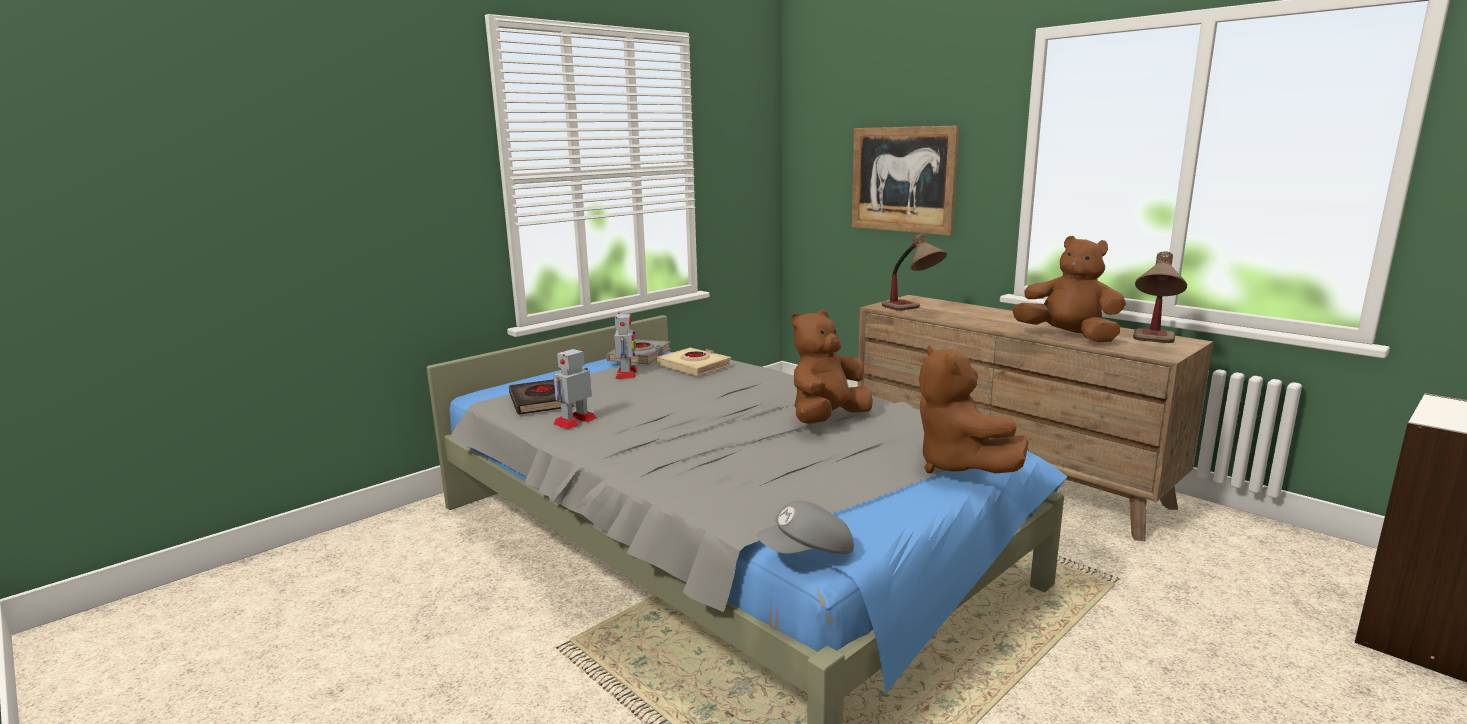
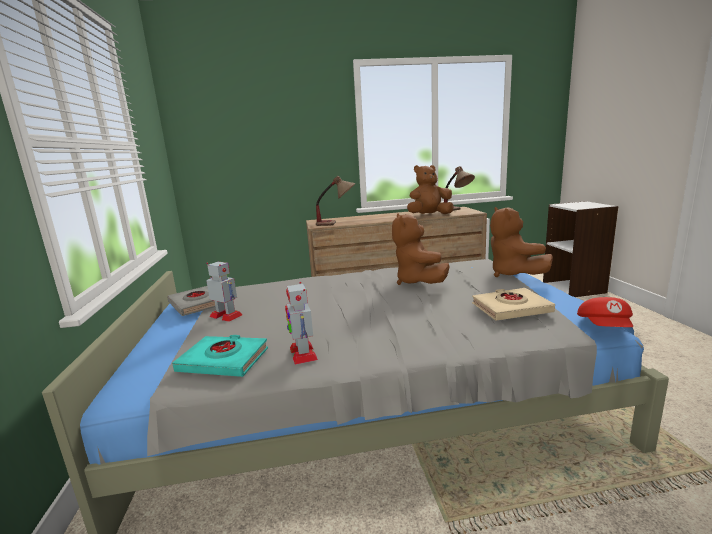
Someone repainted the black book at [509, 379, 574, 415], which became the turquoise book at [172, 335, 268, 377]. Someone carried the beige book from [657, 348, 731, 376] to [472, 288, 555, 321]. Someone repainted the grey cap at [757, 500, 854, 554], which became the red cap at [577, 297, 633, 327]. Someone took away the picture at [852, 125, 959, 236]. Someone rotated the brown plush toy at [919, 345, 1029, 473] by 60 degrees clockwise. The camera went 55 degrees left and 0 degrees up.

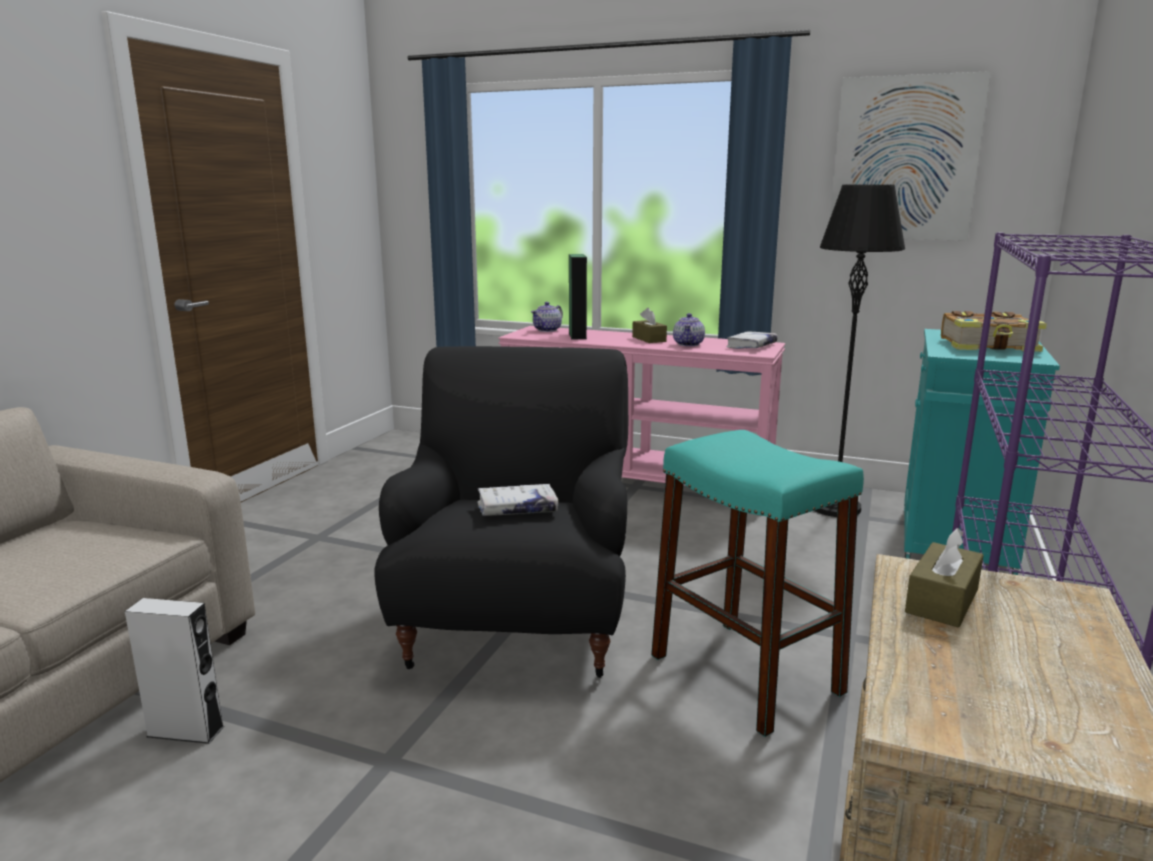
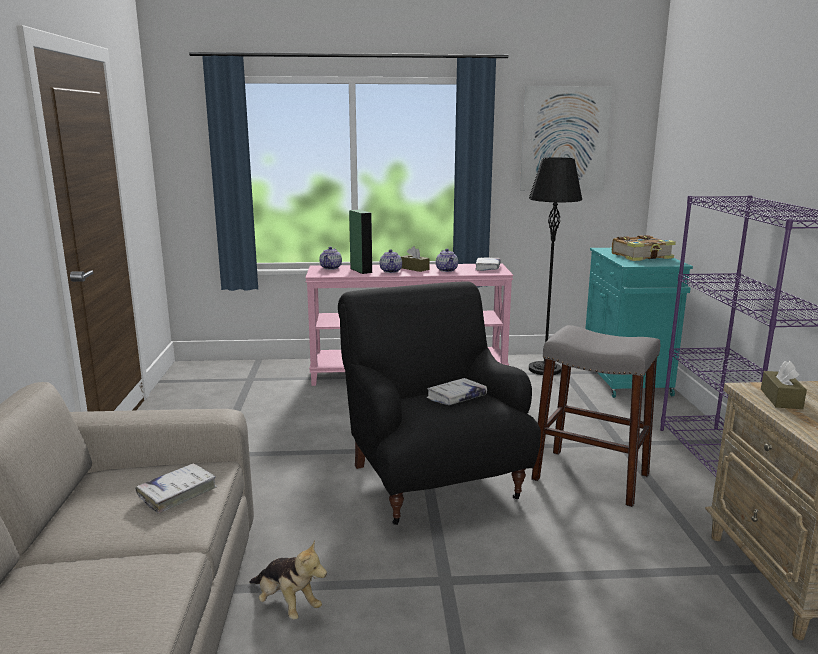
Someone swapped the grey speaker at [125, 598, 225, 744] for the plush toy at [249, 540, 327, 620]. Someone repainted the turquoise stool at [651, 430, 864, 737], which became the grey stool at [531, 325, 660, 507]. Someone put down the white book at [136, 463, 217, 514]. Someone put down the teapot at [380, 249, 402, 273]. The camera went 25 degrees left and 0 degrees up.

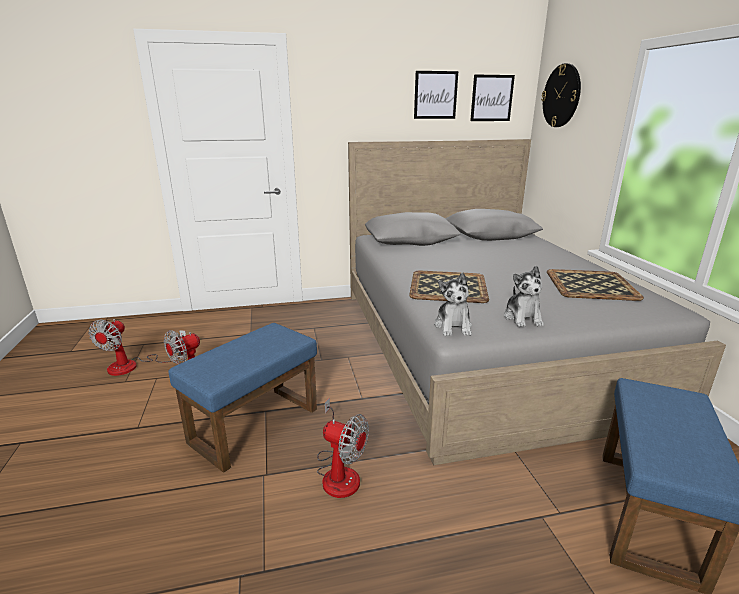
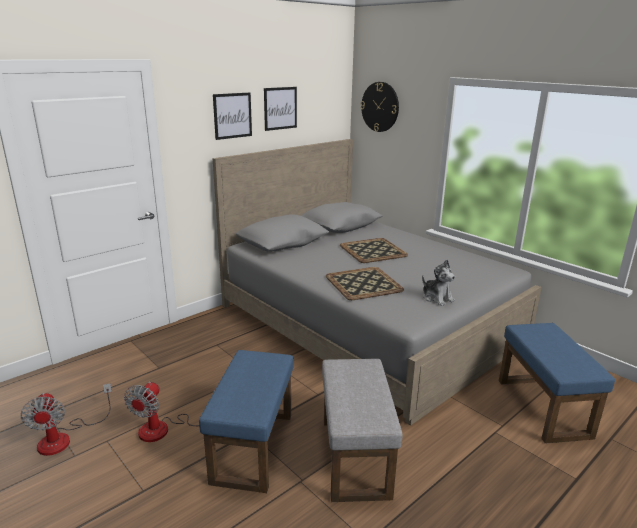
Someone swapped the fan at [317, 398, 369, 498] for the grey ottoman at [322, 359, 403, 502]. Someone took away the plush toy at [434, 272, 472, 336]. Someone carried the picture from [470, 75, 515, 121] to [213, 93, 252, 140]. Someone carried the tray from [547, 269, 644, 301] to [340, 238, 408, 263]. The camera went 30 degrees left and 0 degrees up.

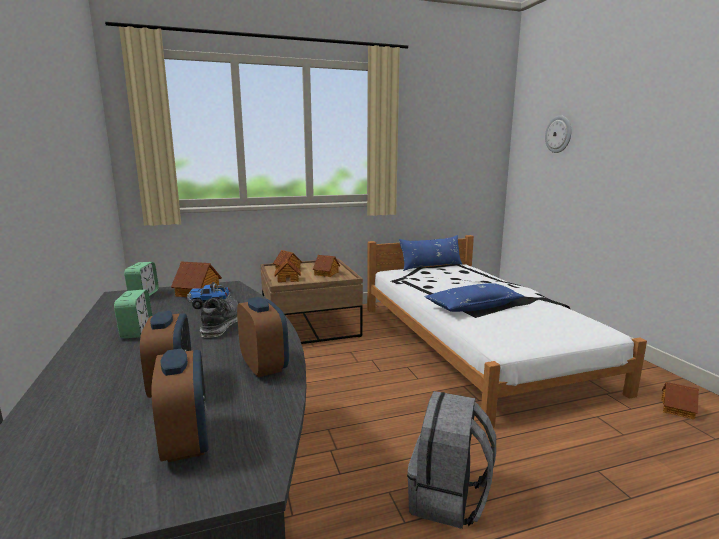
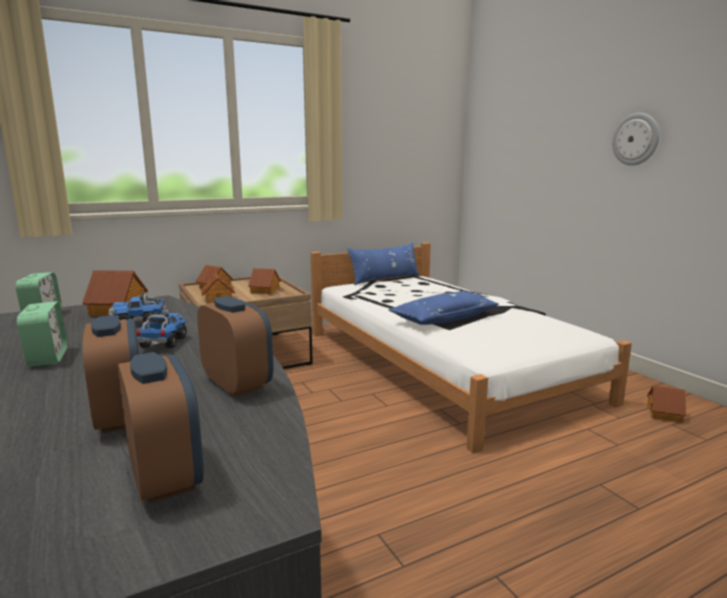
Someone swapped the shoe at [200, 297, 238, 338] for the toy truck at [136, 313, 187, 348]. Someone took away the grey backpack at [407, 391, 496, 529]. Someone carried the wall clock from [545, 115, 571, 153] to [612, 113, 659, 166]. The camera went 10 degrees left and 0 degrees up.

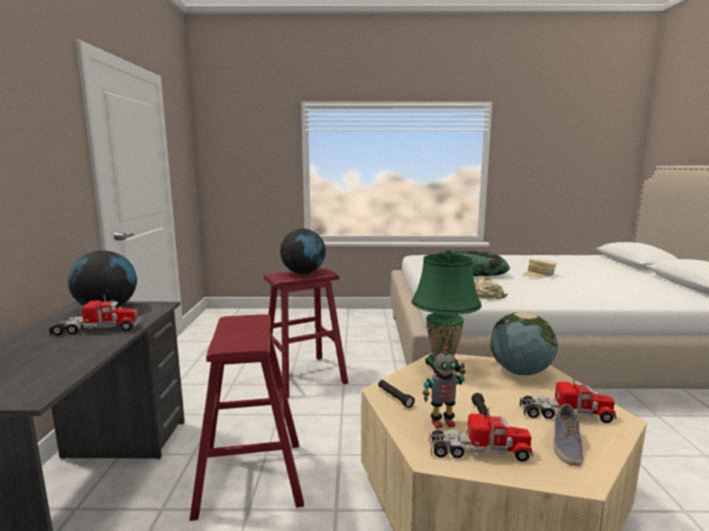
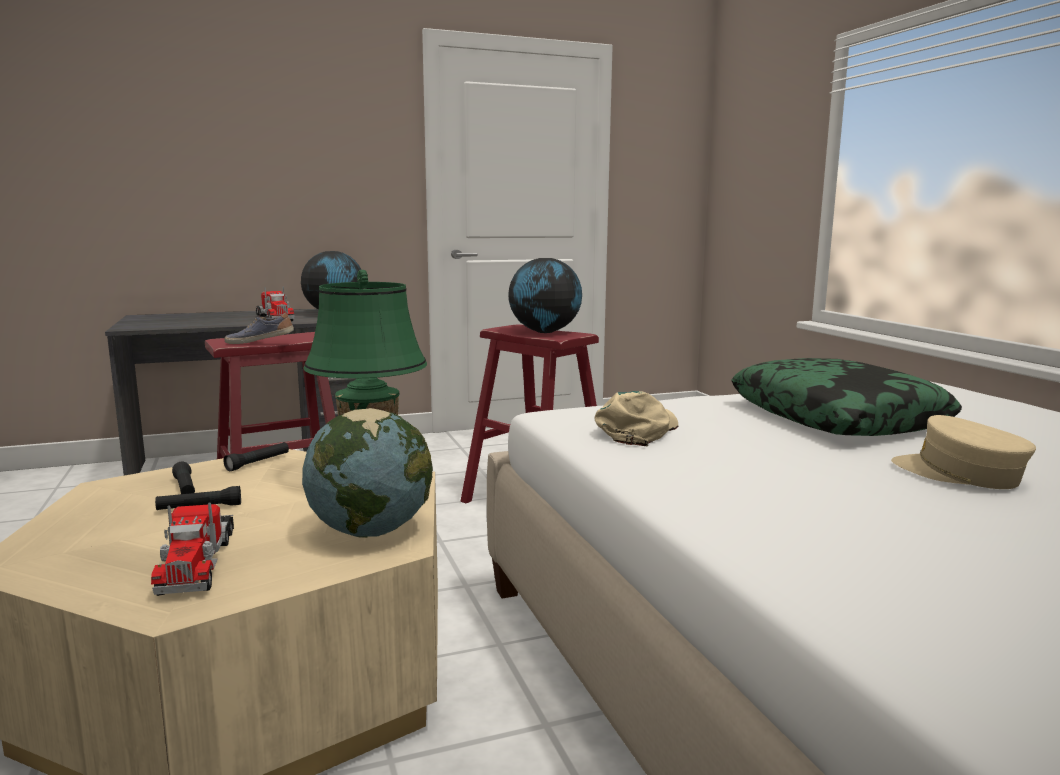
Someone swapped the toy robot at [423, 346, 466, 428] for the black flashlight at [172, 462, 195, 494]. Someone took away the toy truck at [429, 407, 534, 462]. Someone carried the shoe from [553, 404, 583, 466] to [224, 313, 294, 344]. The camera went 70 degrees right and 0 degrees up.

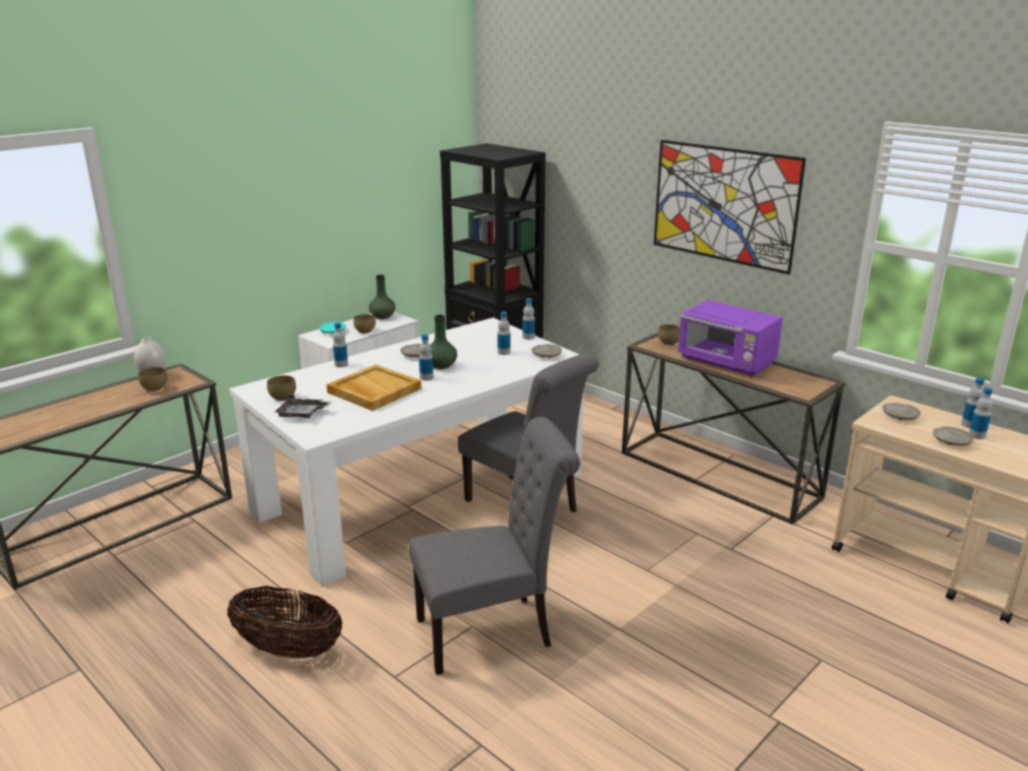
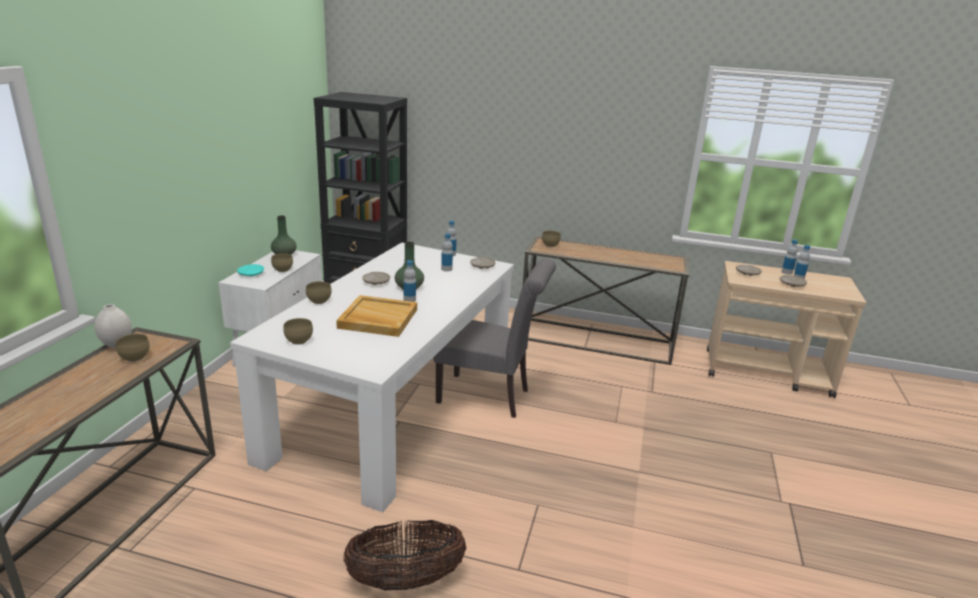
Someone took away the grey tray at [275, 395, 331, 419]. Someone swapped the bottle at [333, 323, 348, 367] for the brown bowl at [306, 281, 332, 304]. Someone took away the grey chair at [409, 417, 581, 675]. Someone took away the picture at [654, 140, 806, 275]. Someone took away the purple microwave at [678, 300, 783, 377]. The camera went 30 degrees left and 0 degrees up.

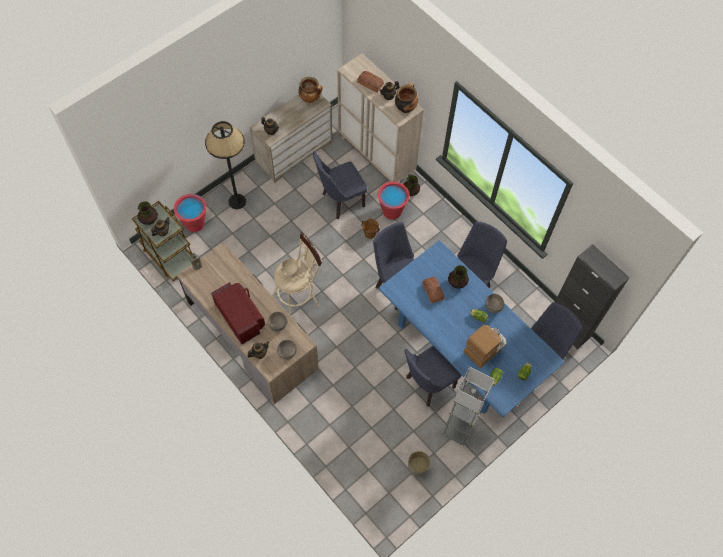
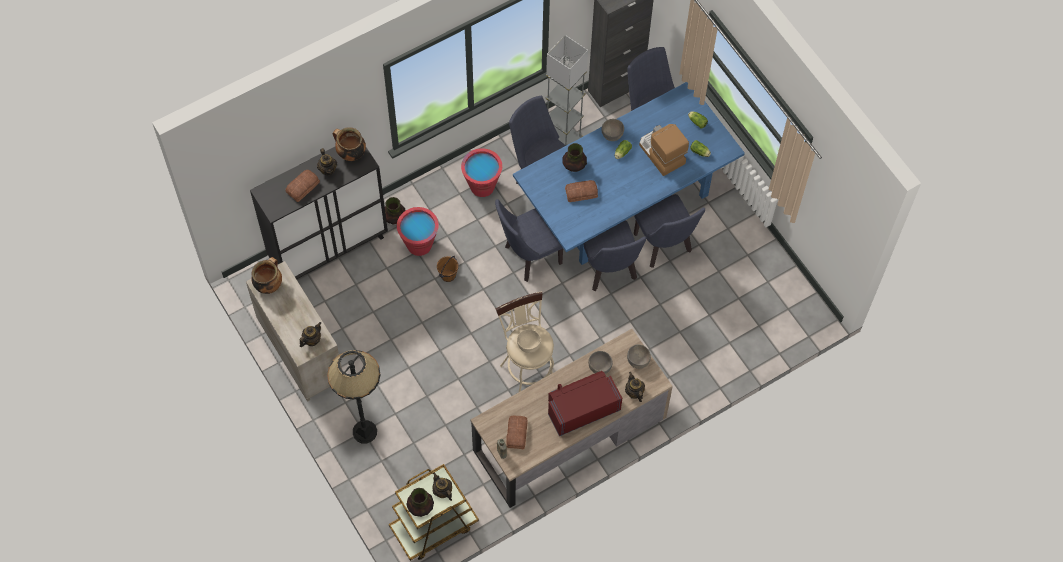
Someone carried the red bucket from [174, 194, 206, 232] to [461, 148, 502, 197]. Someone carried the blue chair from [313, 151, 367, 219] to [583, 220, 646, 291]. Someone repainted the beige cabinet at [337, 54, 424, 182], which became the black cabinet at [250, 147, 388, 280]. Someone took away the grey planter at [408, 451, 430, 477]. Someone carried the grey floor lamp from [442, 367, 495, 446] to [545, 35, 588, 145]. Someone put down the bread at [507, 416, 528, 449]. The camera went 80 degrees left and 0 degrees up.

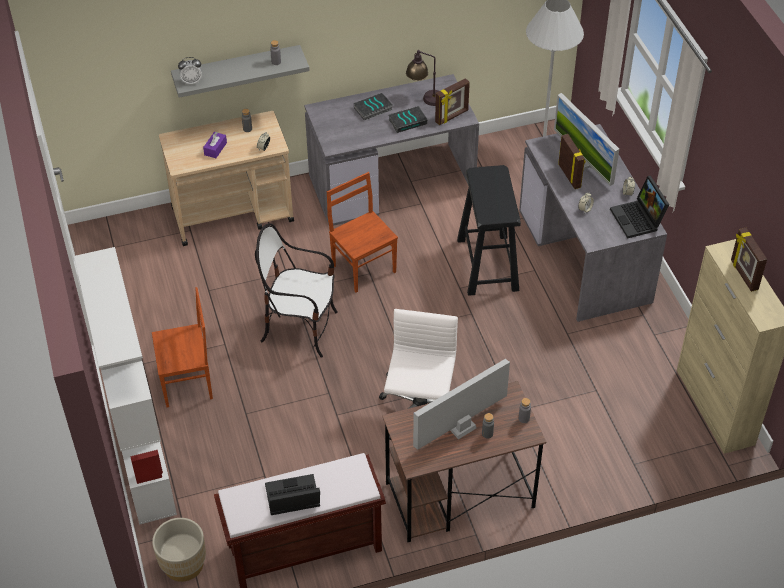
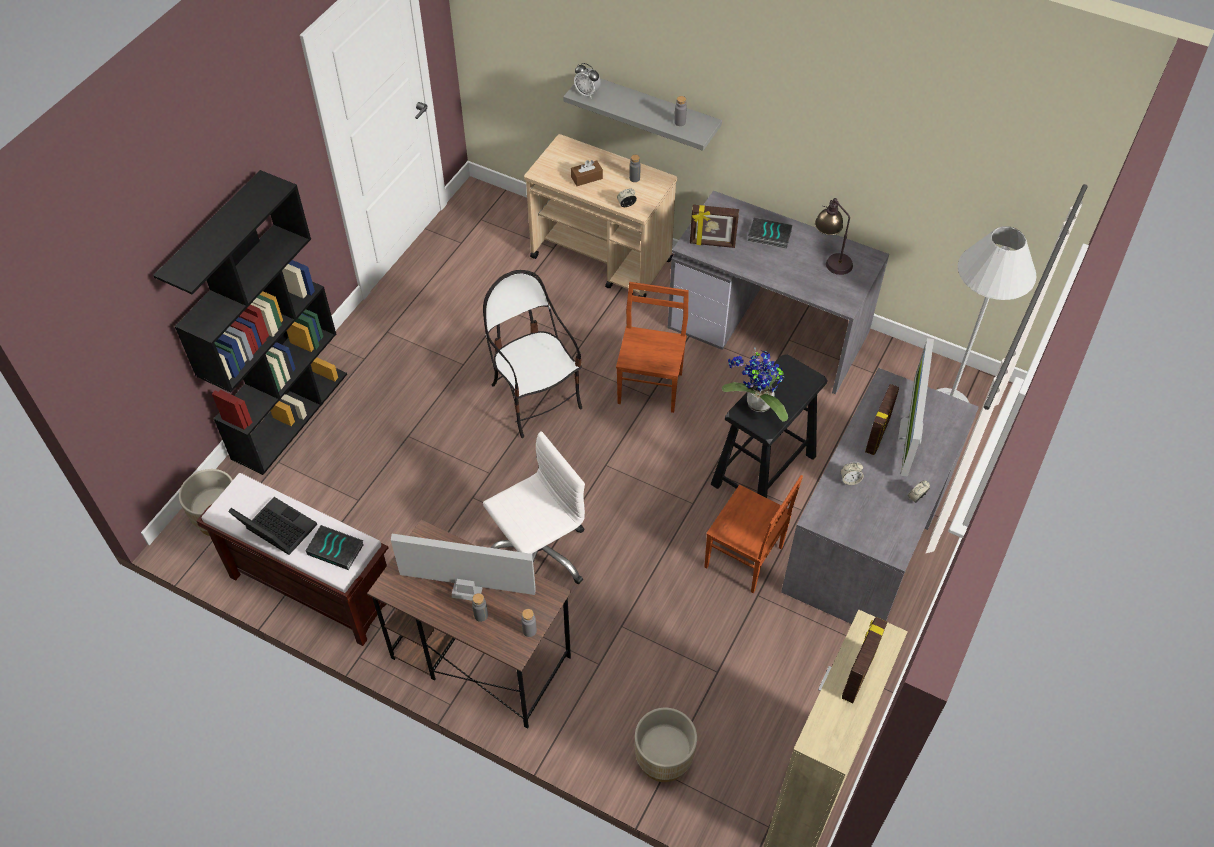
Someone repainted the white bookcase at [74, 247, 177, 525], which became the black bookcase at [153, 170, 347, 475]. Someone carried the brown chair from [152, 287, 213, 408] to [704, 475, 803, 593]. Someone repainted the purple tissue box at [203, 132, 227, 158], which became the brown tissue box at [571, 160, 603, 186]. Someone carried the book from [388, 106, 427, 133] to [306, 525, 363, 570]. Someone carried the picture frame from [435, 78, 470, 125] to [690, 205, 739, 248]. Someone took away the laptop at [610, 176, 669, 238]. Someone put down the beige planter at [635, 708, 697, 782]. Someone put down the potted plant at [722, 347, 788, 422]. The camera went 45 degrees right and 5 degrees up.

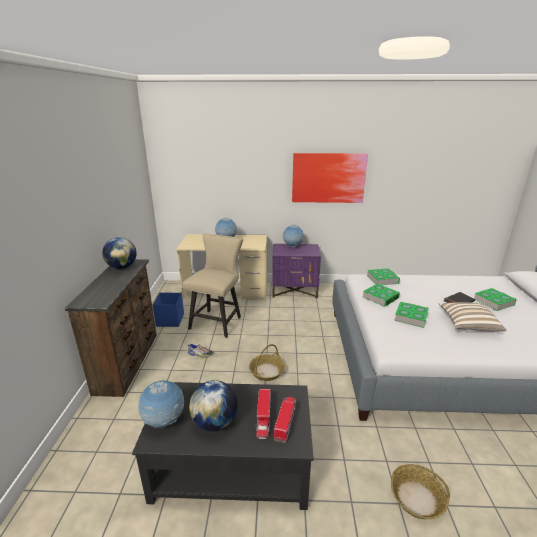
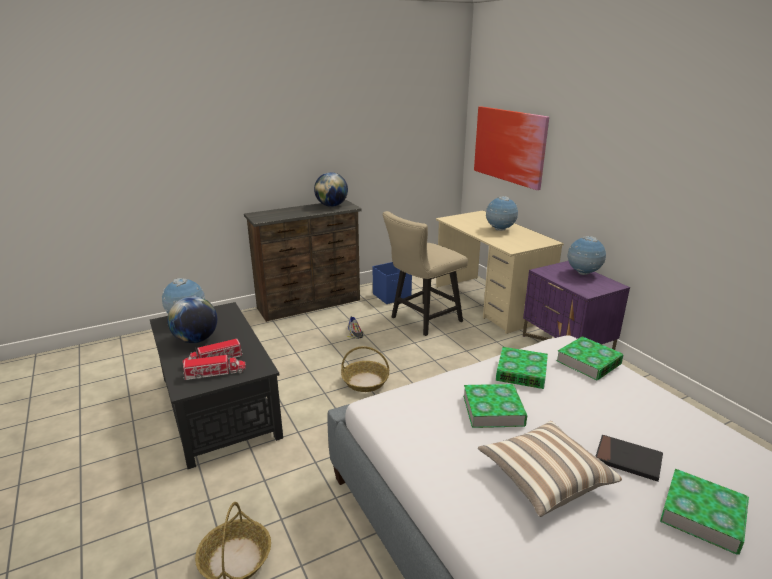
Someone rotated the beige chair at [183, 234, 243, 338] by 150 degrees clockwise. Someone carried the picture from [292, 153, 368, 203] to [474, 106, 549, 190]. The camera went 60 degrees right and 0 degrees up.

